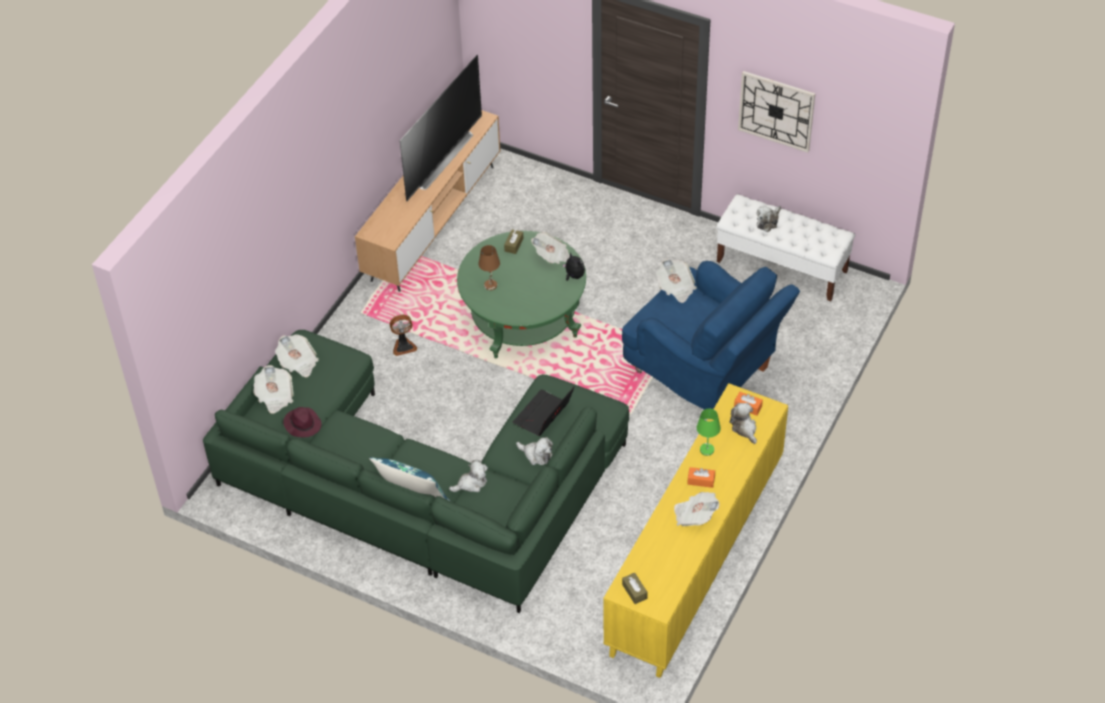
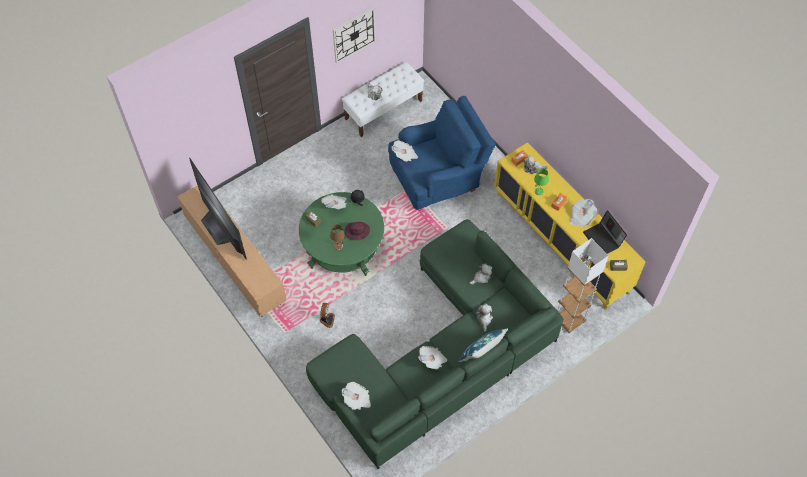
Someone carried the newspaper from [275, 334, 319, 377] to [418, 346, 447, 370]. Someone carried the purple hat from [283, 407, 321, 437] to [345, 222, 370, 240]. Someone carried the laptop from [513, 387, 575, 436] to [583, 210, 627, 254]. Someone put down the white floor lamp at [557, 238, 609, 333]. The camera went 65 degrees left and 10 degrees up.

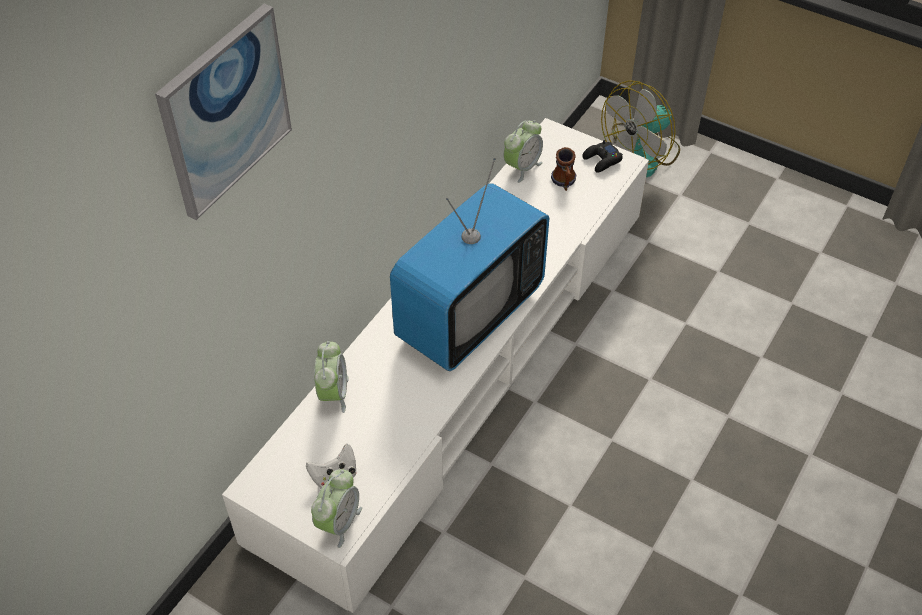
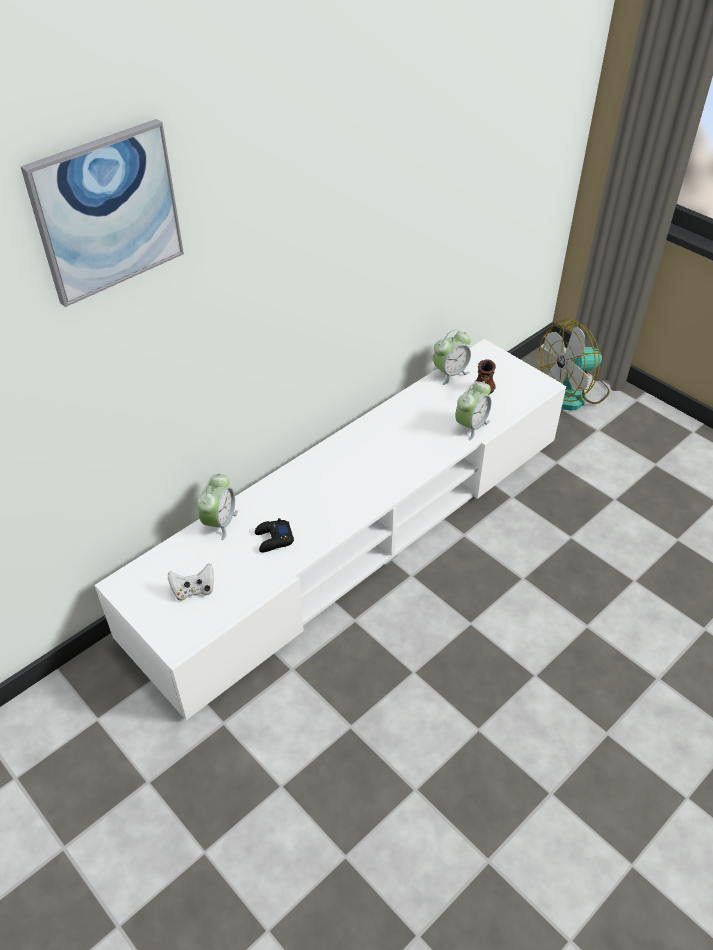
Someone carried the alarm clock from [311, 469, 362, 548] to [455, 381, 492, 440]. Someone took away the television at [390, 158, 549, 371]. Someone carried the black game controller from [582, 140, 623, 173] to [255, 518, 294, 553]. The camera went 15 degrees right and 5 degrees down.

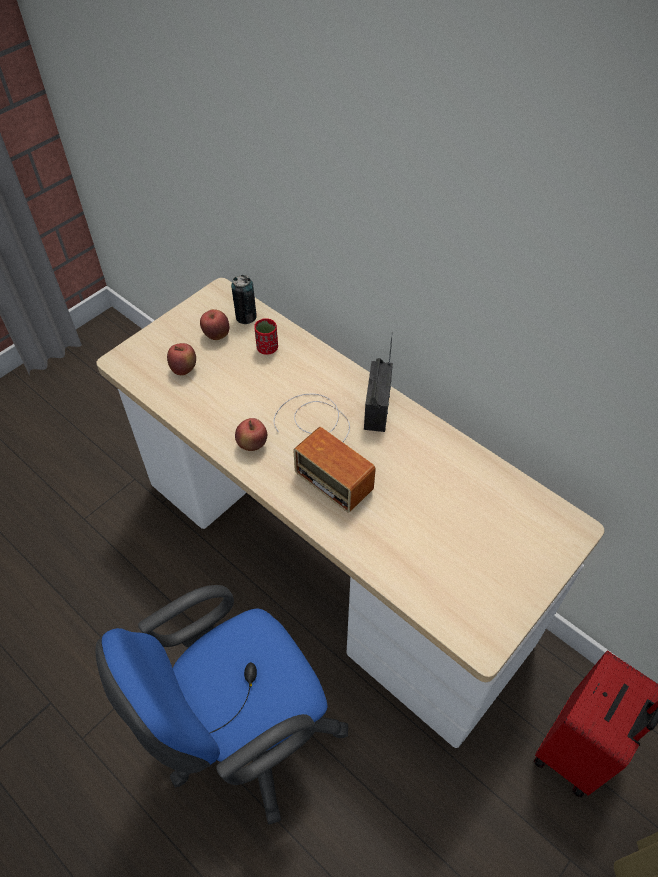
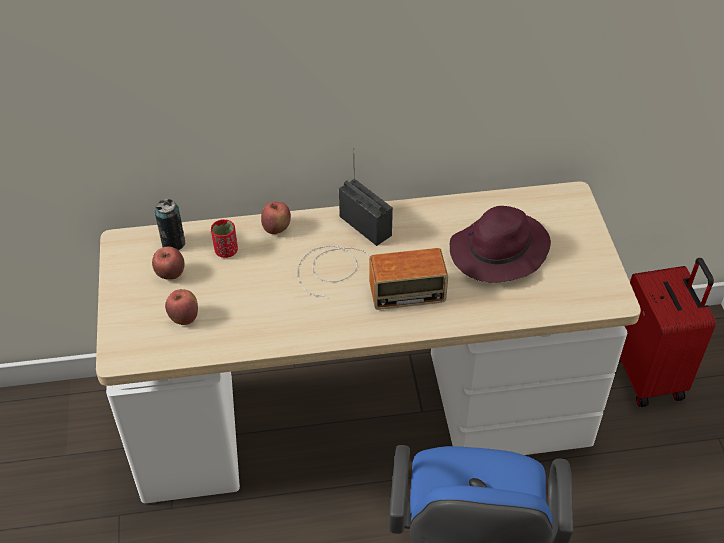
Someone carried the apple from [235, 418, 267, 451] to [261, 201, 291, 234]. Someone put down the purple hat at [450, 206, 551, 283]. The camera went 50 degrees left and 5 degrees down.

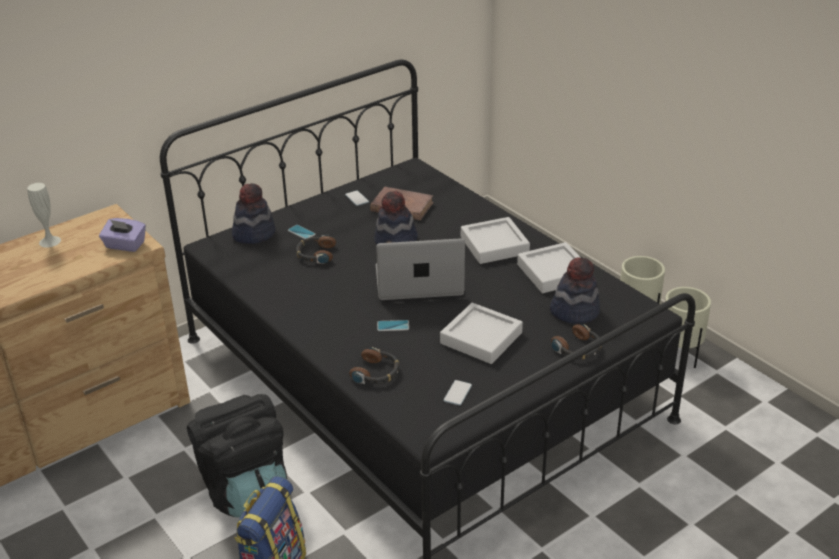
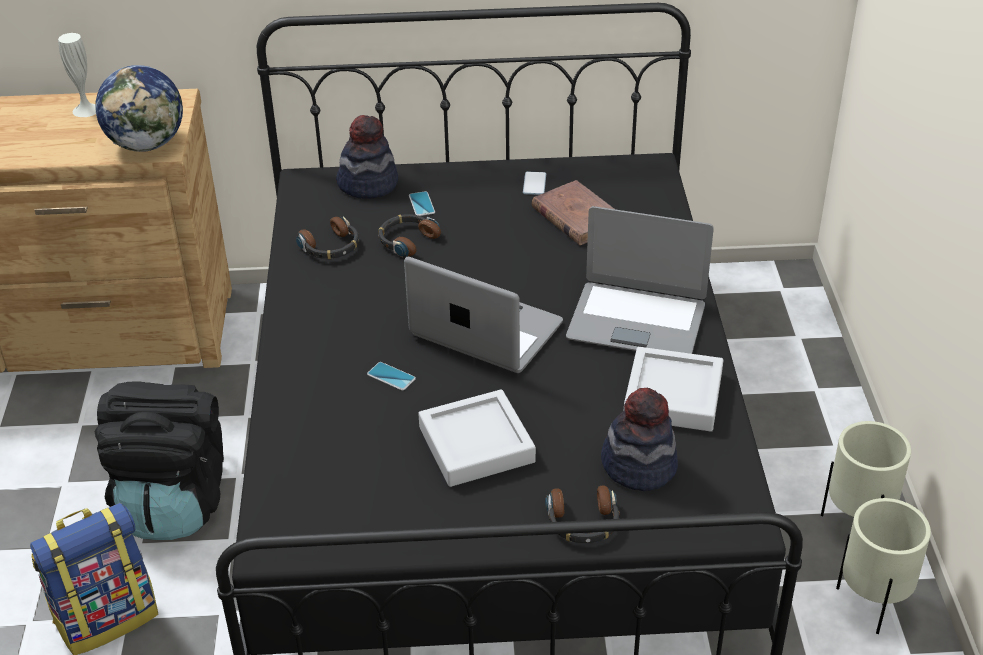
Someone swapped the purple tissue box at [99, 218, 146, 252] for the globe at [95, 65, 183, 152]. Someone carried the headphones from [349, 347, 399, 384] to [296, 217, 359, 259]. Someone took away the hat at [374, 191, 418, 245]. Someone took away the phone at [443, 380, 472, 406]. Someone swapped the grey tray at [461, 217, 530, 264] for the laptop at [566, 206, 714, 354]. The camera went 35 degrees right and 5 degrees up.

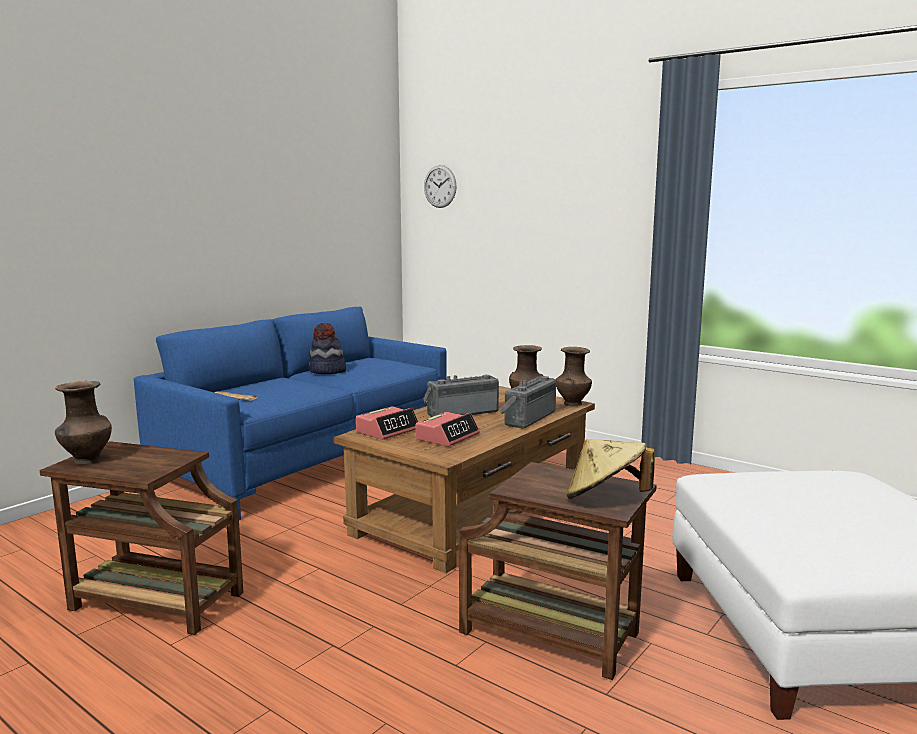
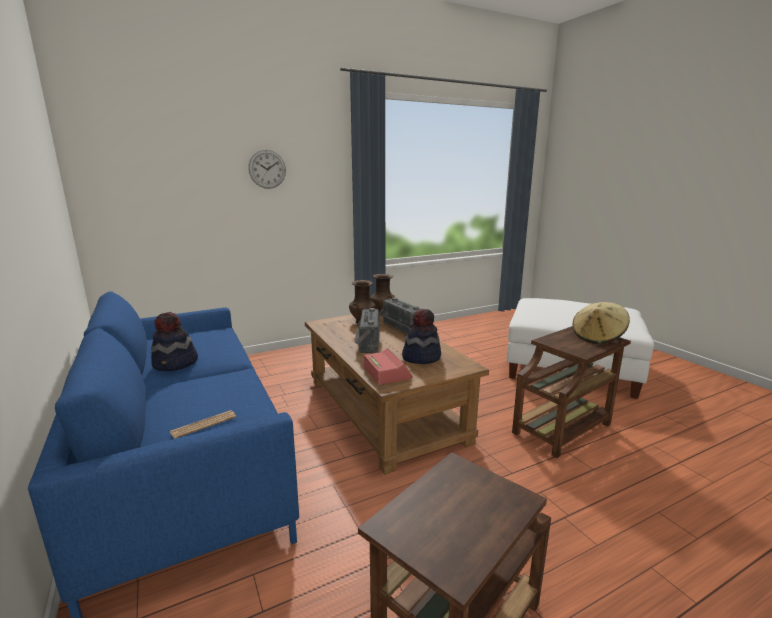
Someone took away the brown vase at [55, 381, 112, 464]. Someone swapped the alarm clock at [416, 412, 480, 447] for the hat at [402, 309, 441, 364]. Someone carried the wall clock from [424, 165, 457, 208] to [248, 150, 286, 189]. The camera went 65 degrees left and 5 degrees up.

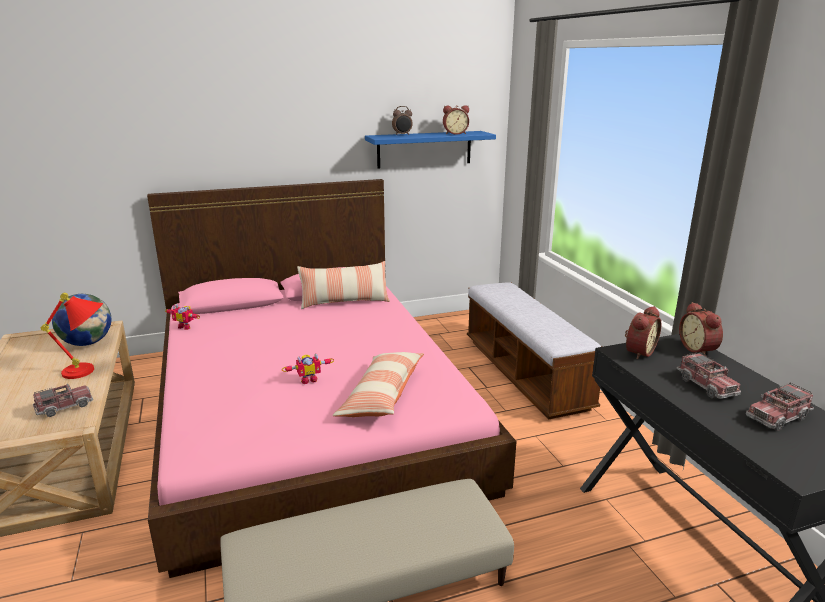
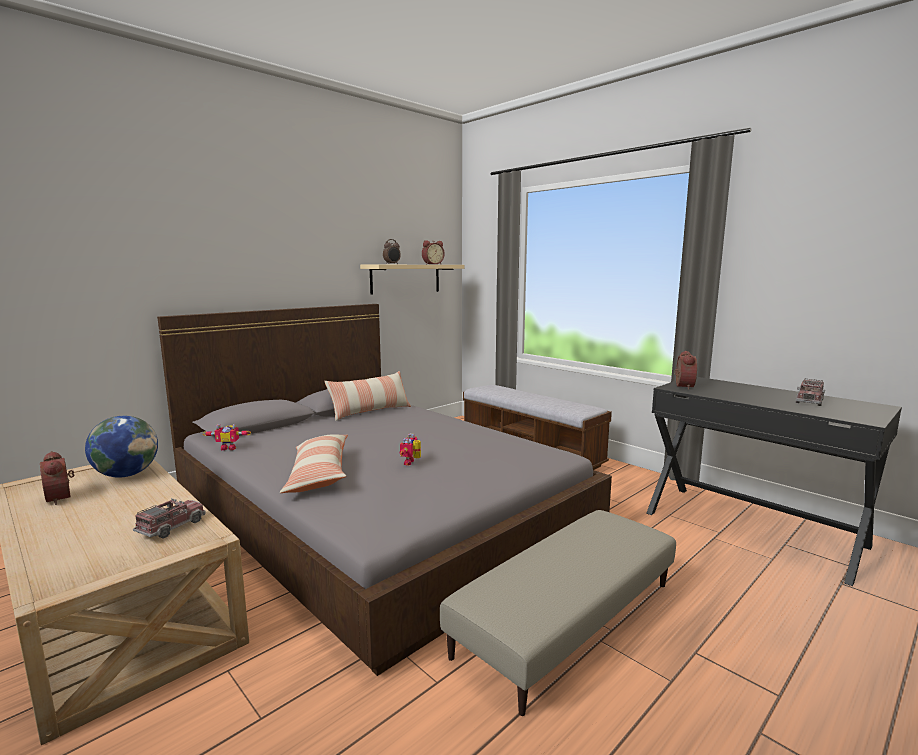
Someone took away the red table lamp at [41, 293, 103, 379]. Someone repainted the pink bed at [147, 179, 517, 578], which became the grey bed at [157, 304, 612, 676]. Someone rotated the toy robot at [282, 353, 334, 384] by 150 degrees clockwise. Someone carried the pillow from [333, 352, 424, 417] to [280, 434, 348, 493]. Someone repainted the blue shelf at [365, 131, 496, 169], which became the beige shelf at [360, 265, 465, 295]. Someone took away the toy truck at [676, 352, 741, 399]. Someone carried the alarm clock from [679, 302, 723, 356] to [40, 451, 74, 505]. The camera went 25 degrees left and 10 degrees down.

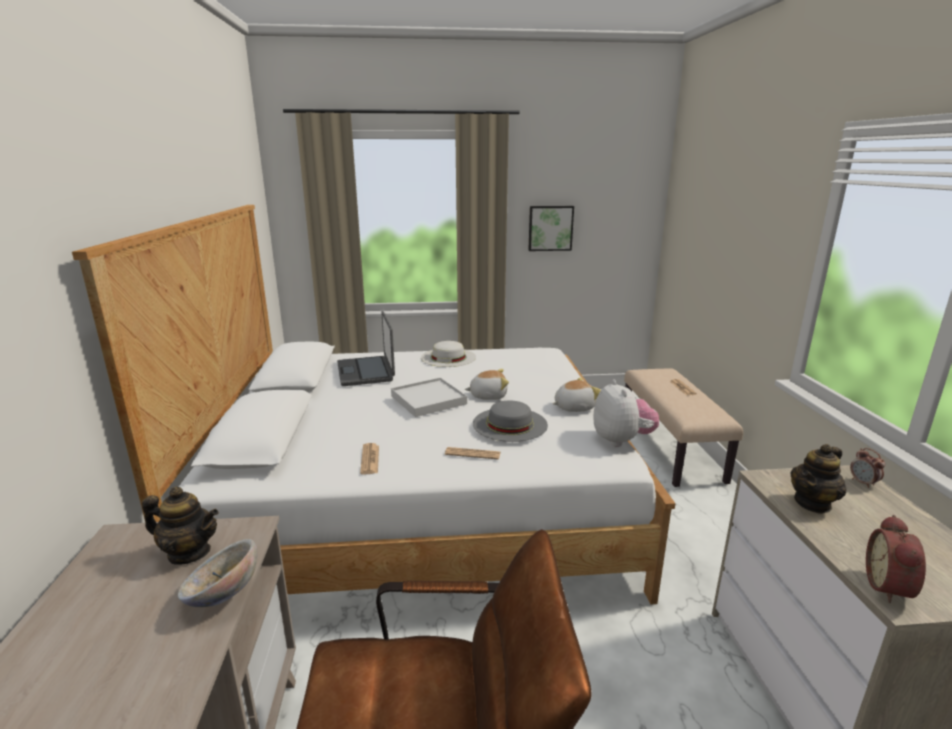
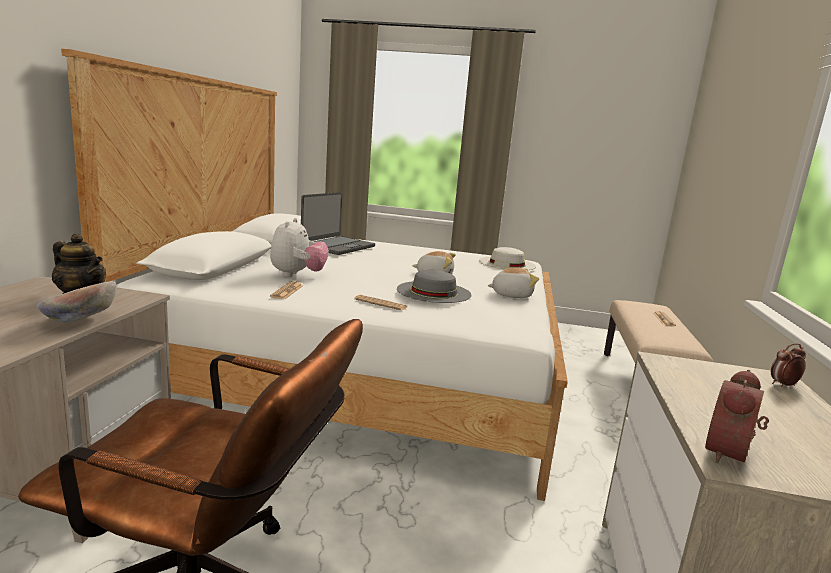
Someone rotated the laptop at [337, 311, 395, 386] by 150 degrees counterclockwise. Someone took away the white tray at [391, 378, 467, 417]. Someone carried the white hat from [421, 341, 476, 367] to [479, 247, 536, 270]. Someone took away the picture at [528, 206, 574, 251]. Someone carried the plush toy from [594, 379, 659, 447] to [270, 218, 329, 277]. Someone took away the teapot at [791, 444, 846, 514]. Someone rotated the alarm clock at [850, 448, 885, 488] by 75 degrees clockwise. The camera went 15 degrees right and 5 degrees down.

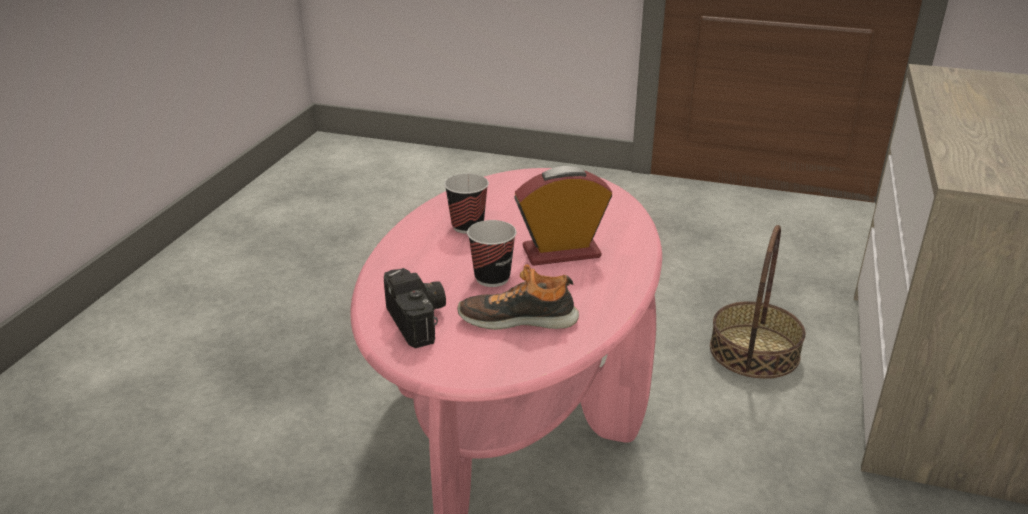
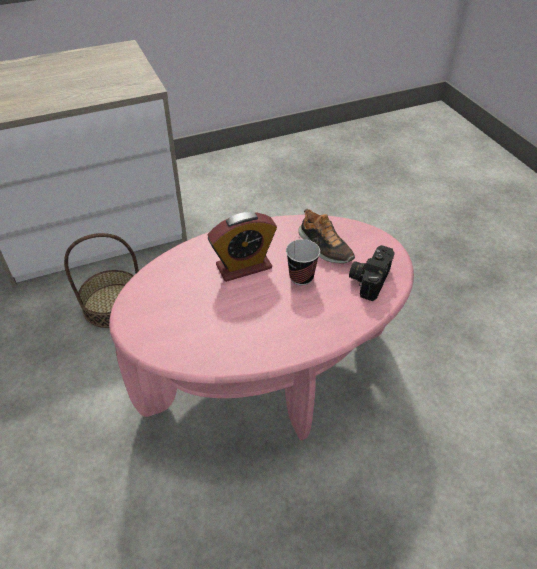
Someone took away the cup at [444, 173, 489, 234]. Someone rotated the alarm clock at [514, 166, 612, 266] by 60 degrees counterclockwise. The camera went 130 degrees left and 15 degrees up.

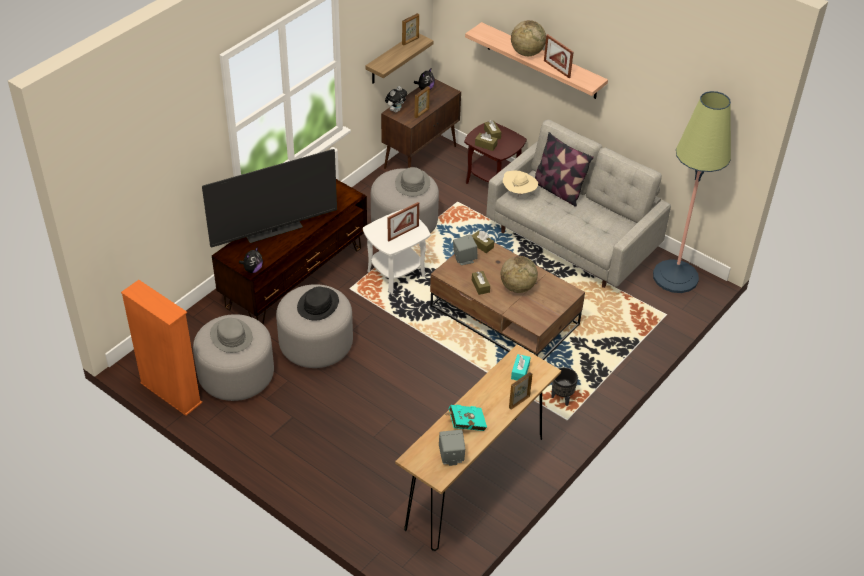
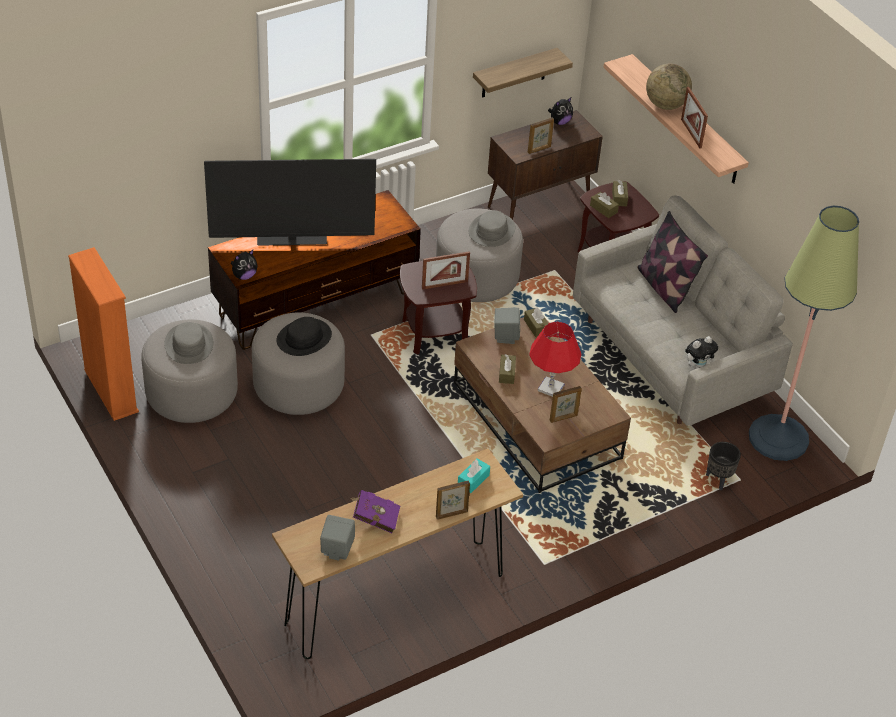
Someone repainted the white side table at [363, 209, 430, 293], which became the brown side table at [400, 261, 477, 354]. Someone carried the plush toy from [385, 86, 407, 113] to [685, 336, 718, 369]. Someone carried the picture frame from [402, 13, 419, 45] to [550, 386, 582, 423]. Someone repainted the turquoise book at [446, 405, 487, 431], which became the purple book at [350, 490, 400, 533]. Someone swapped the globe at [501, 256, 538, 293] for the red table lamp at [529, 321, 581, 397]. Someone took away the beige hat at [503, 170, 538, 196]. Someone carried the black planter from [551, 367, 578, 406] to [706, 442, 741, 490]. The camera went 20 degrees right and 0 degrees up.

